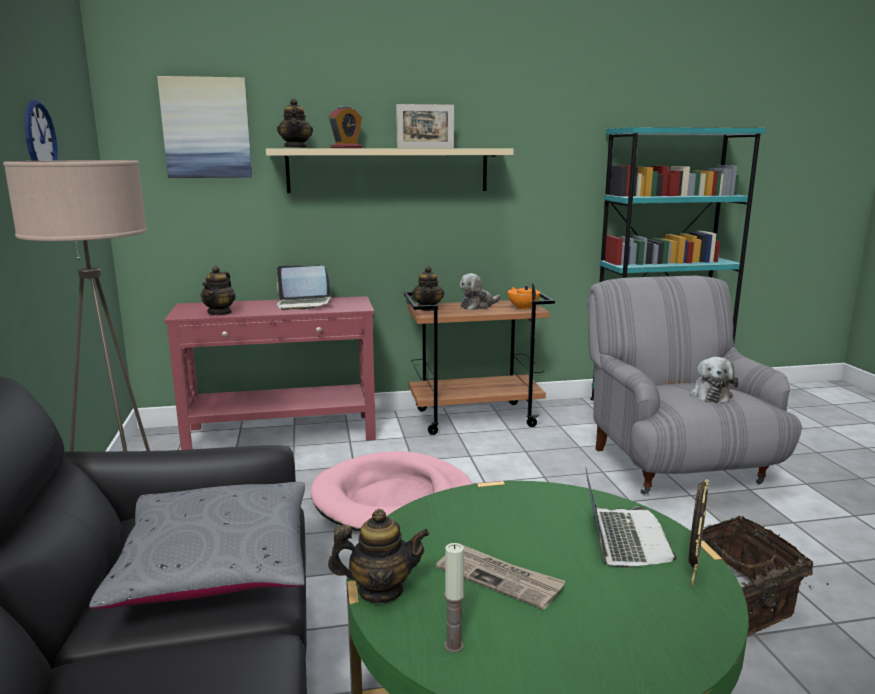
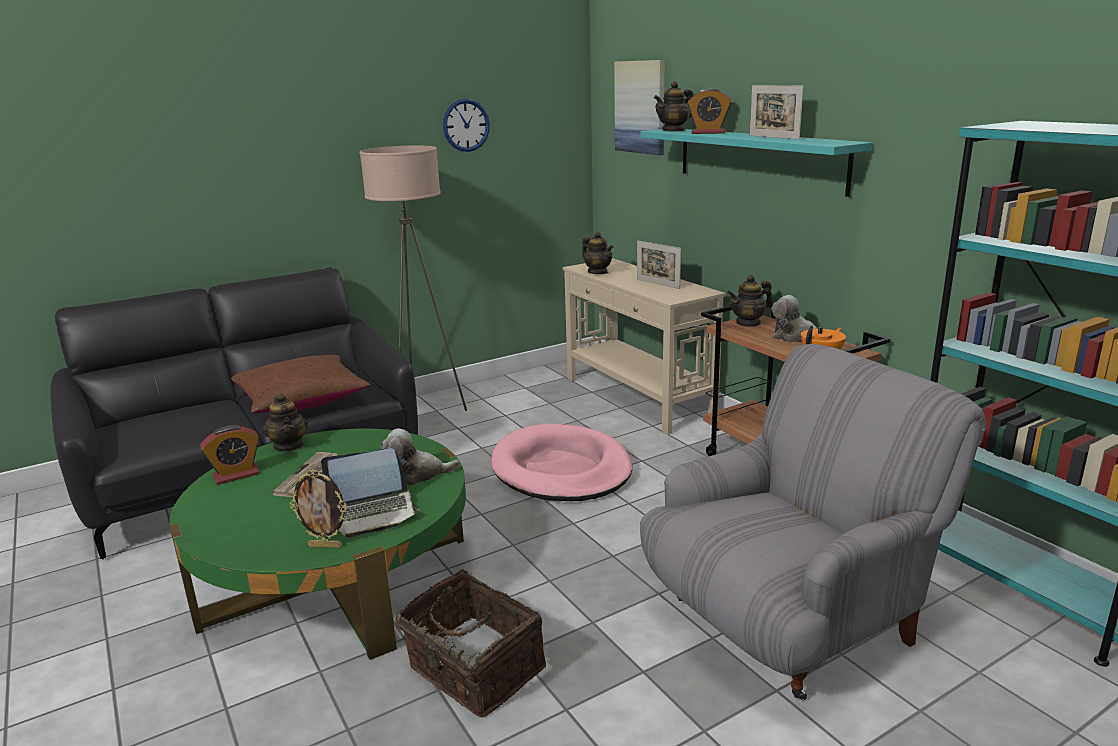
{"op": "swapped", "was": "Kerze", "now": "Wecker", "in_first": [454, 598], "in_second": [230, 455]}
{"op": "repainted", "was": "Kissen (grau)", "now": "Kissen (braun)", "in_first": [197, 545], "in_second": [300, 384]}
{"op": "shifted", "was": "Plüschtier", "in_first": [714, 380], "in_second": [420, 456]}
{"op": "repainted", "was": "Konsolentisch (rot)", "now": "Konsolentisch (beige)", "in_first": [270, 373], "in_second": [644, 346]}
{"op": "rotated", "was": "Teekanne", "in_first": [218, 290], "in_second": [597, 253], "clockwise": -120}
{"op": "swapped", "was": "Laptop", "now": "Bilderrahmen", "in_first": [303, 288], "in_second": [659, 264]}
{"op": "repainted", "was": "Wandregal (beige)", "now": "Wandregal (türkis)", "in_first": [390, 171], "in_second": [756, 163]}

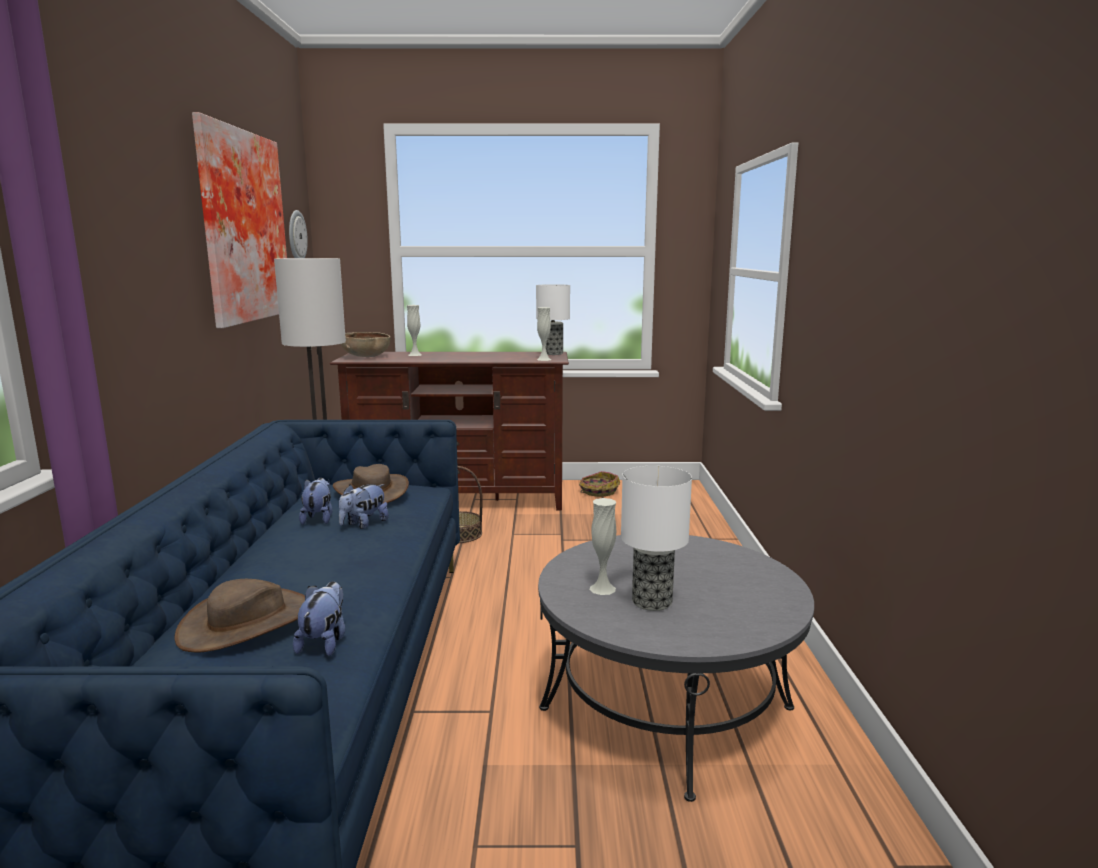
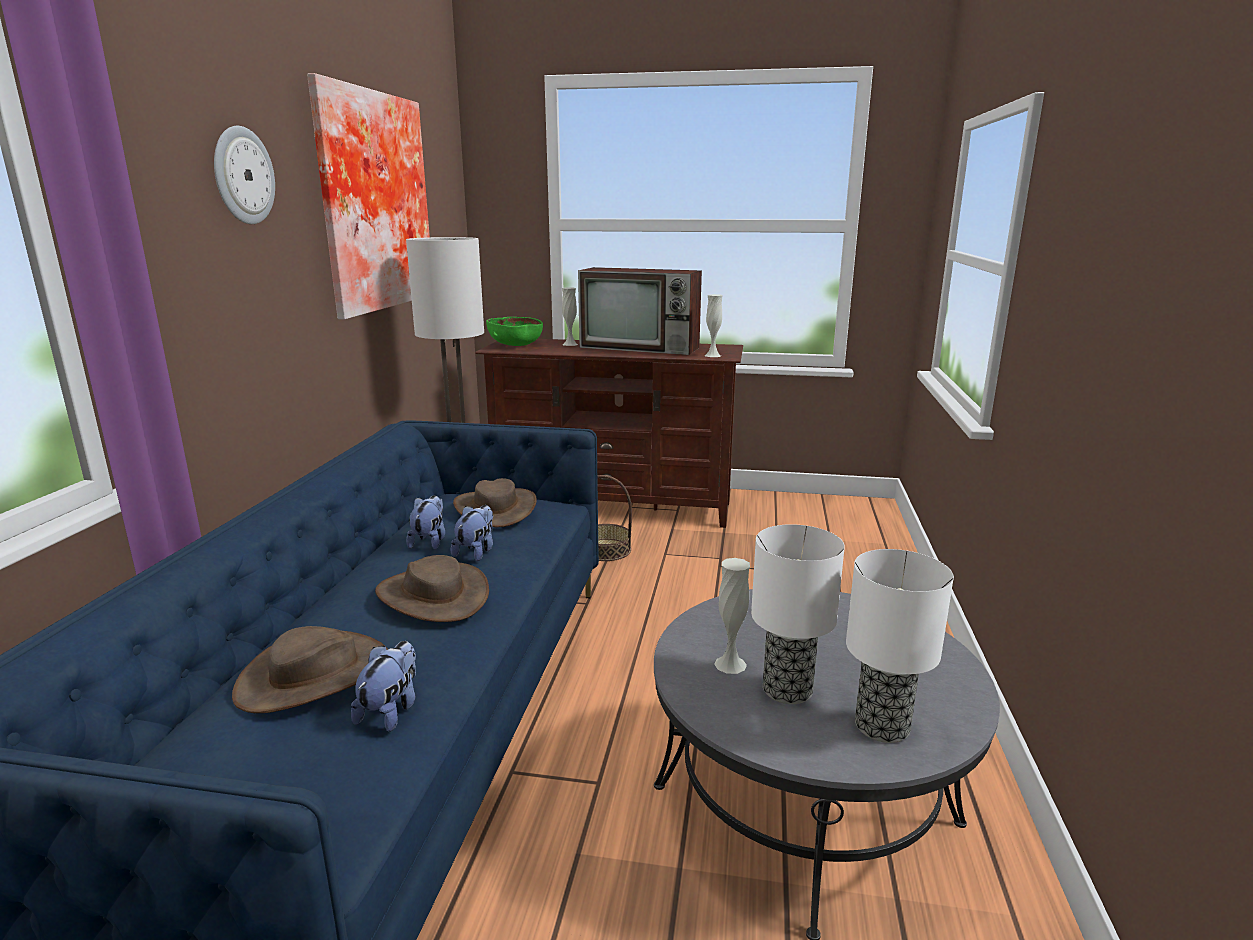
{"op": "shifted", "was": "Wanduhr", "in_first": [298, 234], "in_second": [244, 175]}
{"op": "new", "now": "Hut (braun)", "in_second": [432, 588]}
{"op": "rotated", "was": "Plüschtier", "in_first": [364, 506], "in_second": [472, 533], "clockwise": 150}
{"op": "repainted", "was": "Schüssel (braun)", "now": "Schüssel (grün)", "in_first": [365, 344], "in_second": [514, 331]}
{"op": "new", "now": "Fernseher", "in_second": [640, 311]}
{"op": "shifted", "was": "Tischlampe", "in_first": [553, 319], "in_second": [900, 646]}
{"op": "gone", "was": "Korb", "in_first": [599, 484]}

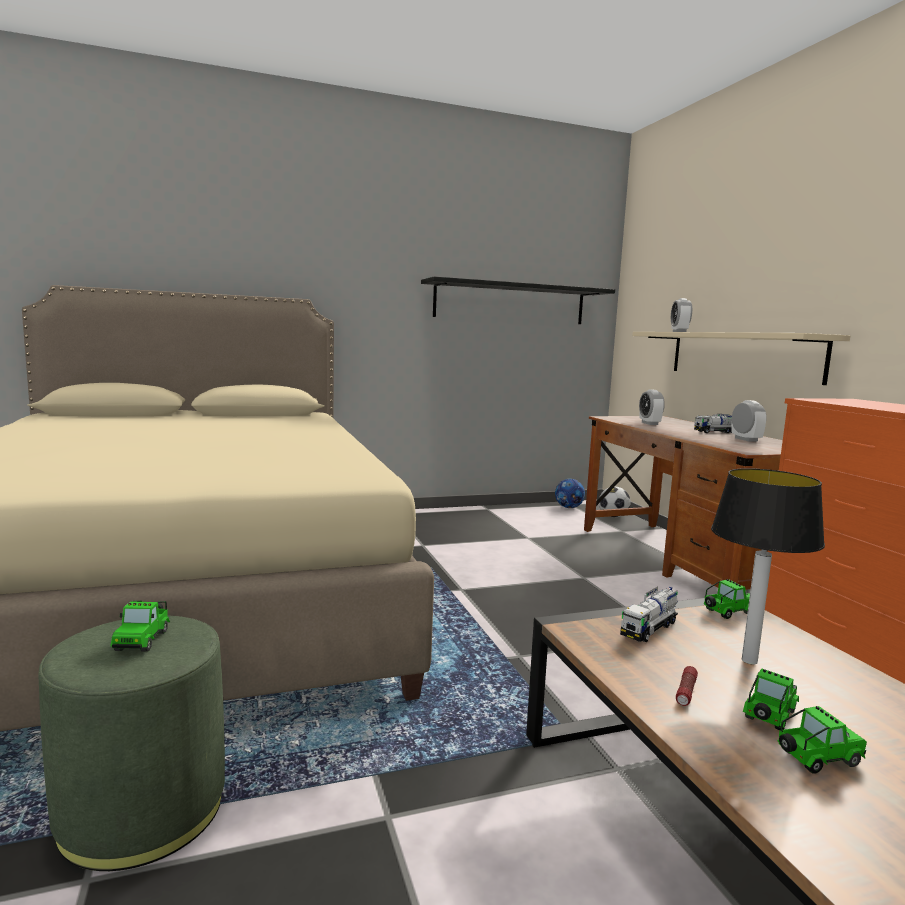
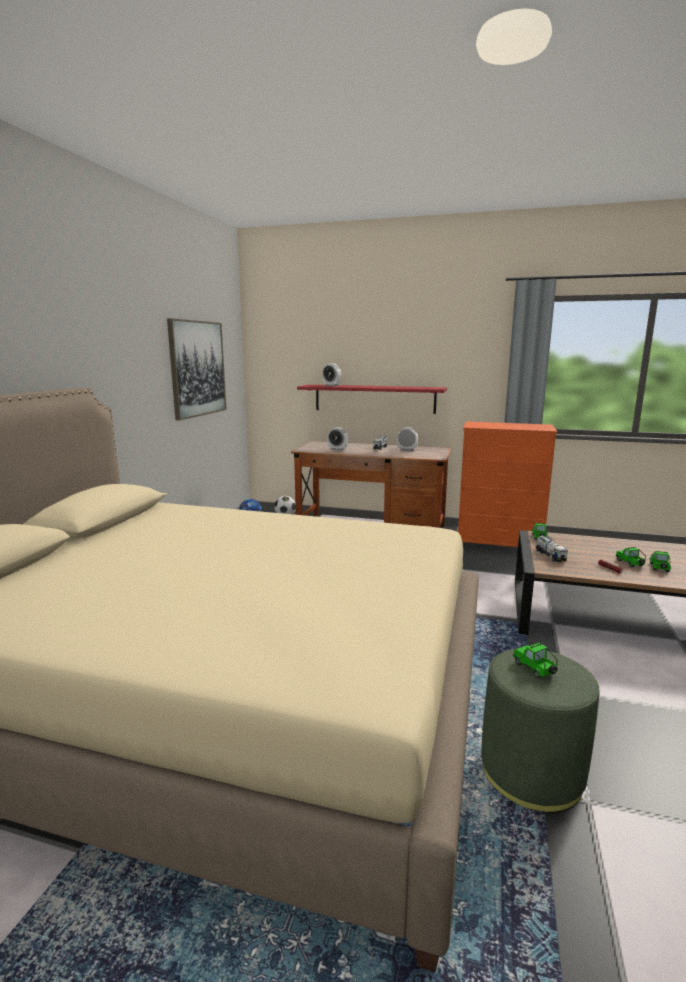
{"op": "swapped", "was": "Wandregal (schwarz)", "now": "Bild", "in_first": [518, 300], "in_second": [197, 370]}
{"op": "repainted", "was": "Wandregal (beige)", "now": "Wandregal (rot)", "in_first": [741, 358], "in_second": [372, 399]}
{"op": "rotated", "was": "Spielzeugauto", "in_first": [140, 626], "in_second": [535, 661], "clockwise": -150}
{"op": "gone", "was": "Tischlampe", "in_first": [768, 566]}

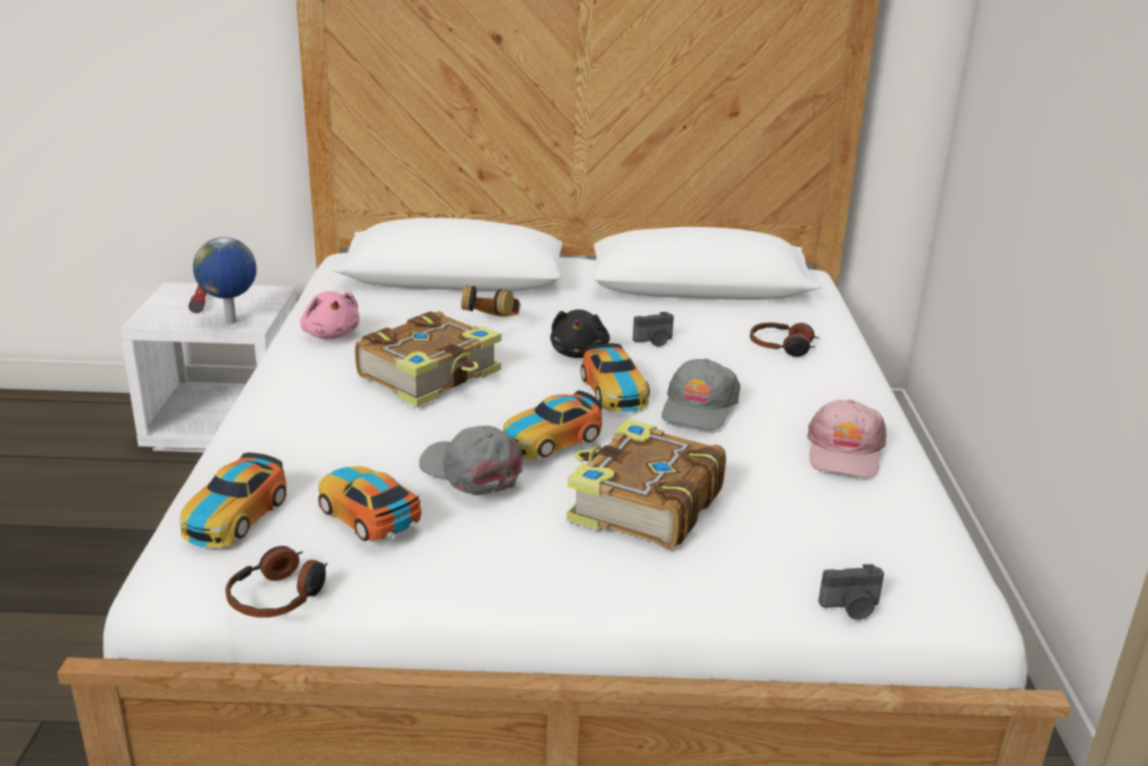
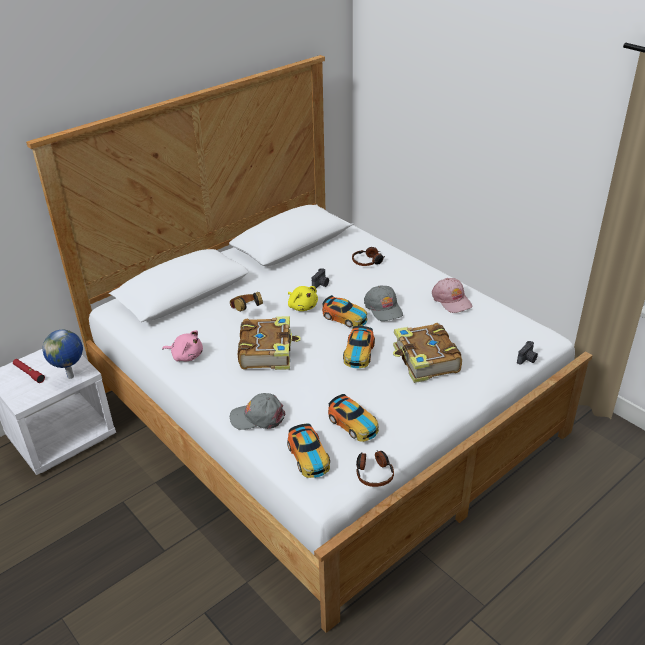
{"op": "shifted", "was": "Kappe (grau)", "in_first": [471, 461], "in_second": [257, 411]}
{"op": "repainted", "was": "Plüschtier (schwarz)", "now": "Plüschtier (gelb)", "in_first": [580, 334], "in_second": [303, 298]}
{"op": "rotated", "was": "Spielzeugauto", "in_first": [369, 503], "in_second": [353, 418], "clockwise": -135}

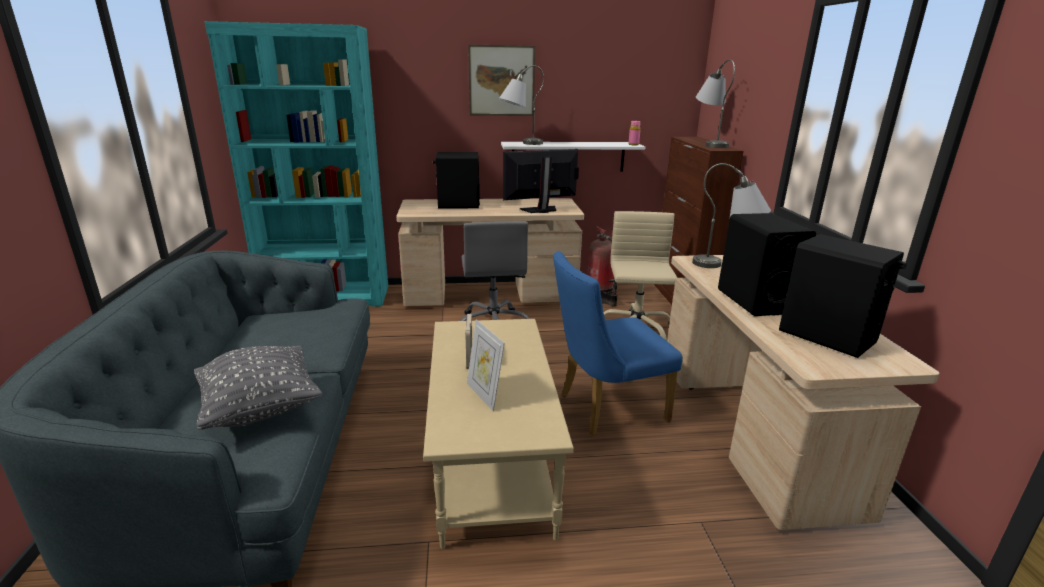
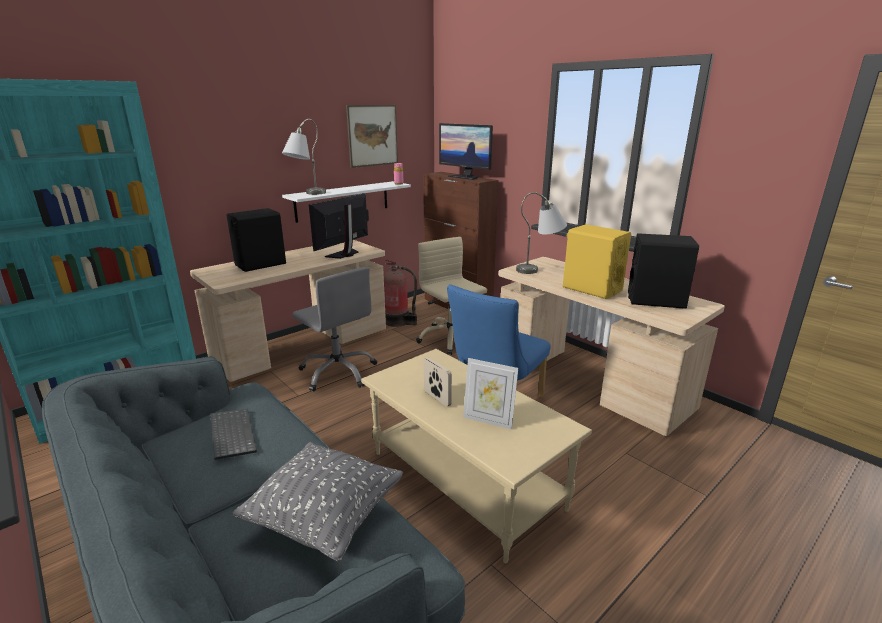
{"op": "new", "now": "Tastatur", "in_second": [233, 434]}
{"op": "shifted", "was": "Bild", "in_first": [501, 80], "in_second": [372, 136]}
{"op": "swapped", "was": "Tischlampe (grau)", "now": "Monitor", "in_first": [715, 103], "in_second": [466, 151]}
{"op": "repainted", "was": "Lautsprecher (schwarz)", "now": "Lautsprecher (gelb)", "in_first": [767, 264], "in_second": [597, 261]}

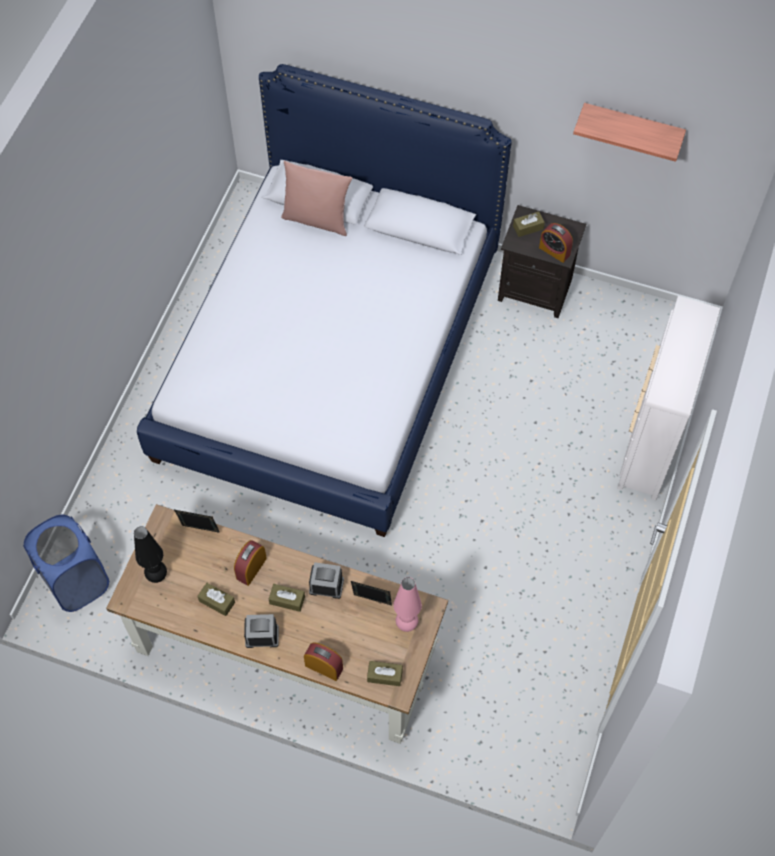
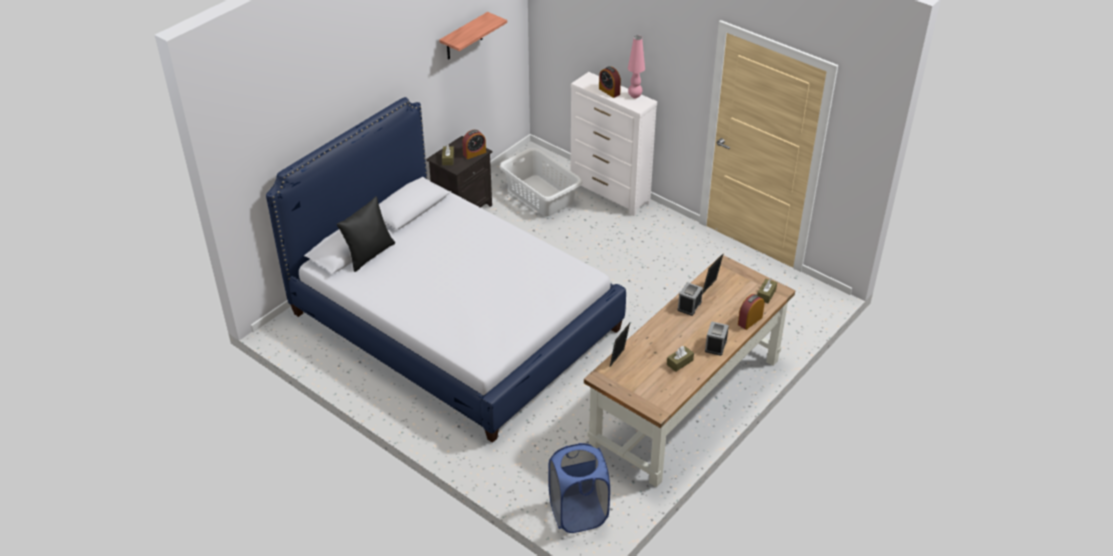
{"op": "repainted", "was": "Kissen (rosa)", "now": "Kissen (schwarz)", "in_first": [316, 198], "in_second": [366, 234]}
{"op": "new", "now": "Wäschekorb (weiß)", "in_second": [541, 182]}
{"op": "shifted", "was": "Wecker", "in_first": [250, 563], "in_second": [610, 82]}
{"op": "shifted", "was": "Tischlampe (rosa)", "in_first": [407, 604], "in_second": [636, 67]}
{"op": "gone", "was": "Tischlampe (schwarz)", "in_first": [150, 554]}
{"op": "gone", "was": "Taschentuchbox (braun)", "in_first": [287, 598]}

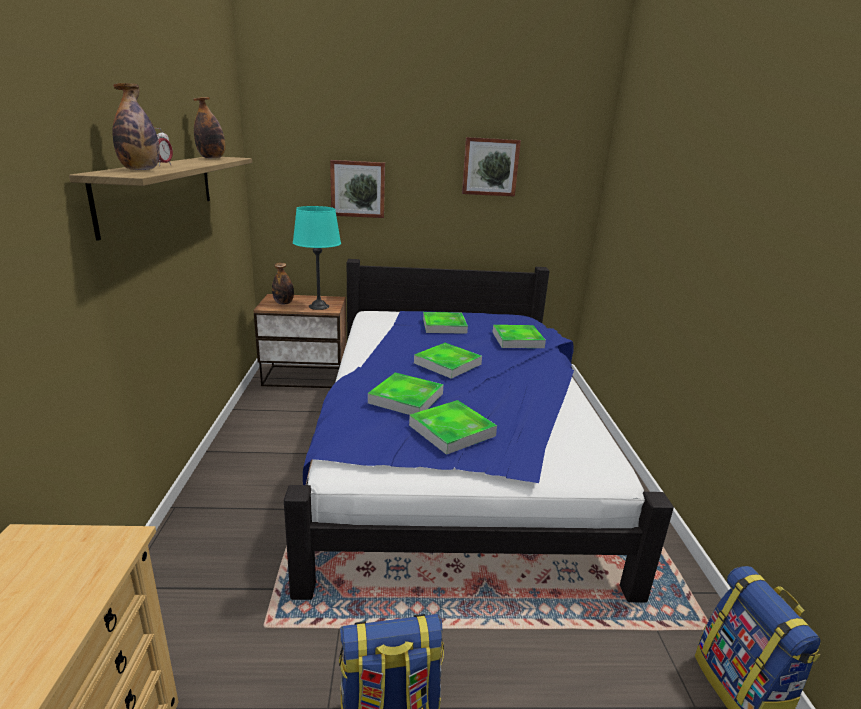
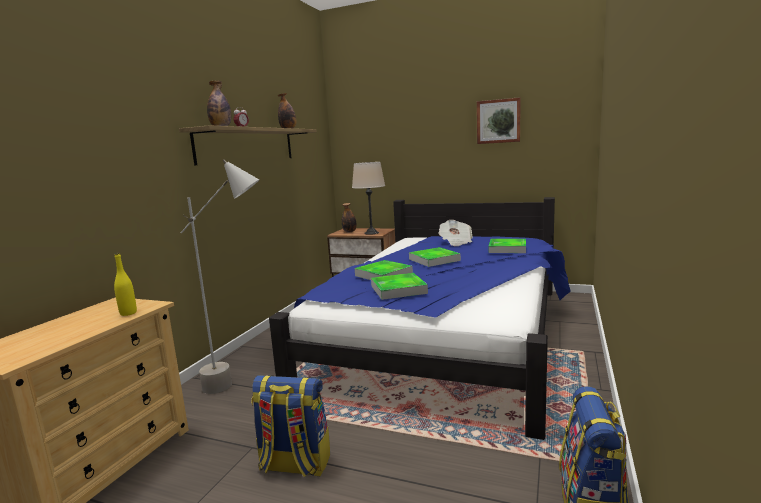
{"op": "new", "now": "Flasche (gelb)", "in_second": [125, 284]}
{"op": "new", "now": "Stehlampe (grau)", "in_second": [220, 276]}
{"op": "repainted", "was": "Tischlampe (türkis)", "now": "Tischlampe (beige)", "in_first": [317, 258], "in_second": [368, 198]}
{"op": "swapped", "was": "Tablett", "now": "Zeitung", "in_first": [445, 323], "in_second": [455, 233]}
{"op": "gone", "was": "Bild", "in_first": [357, 189]}

